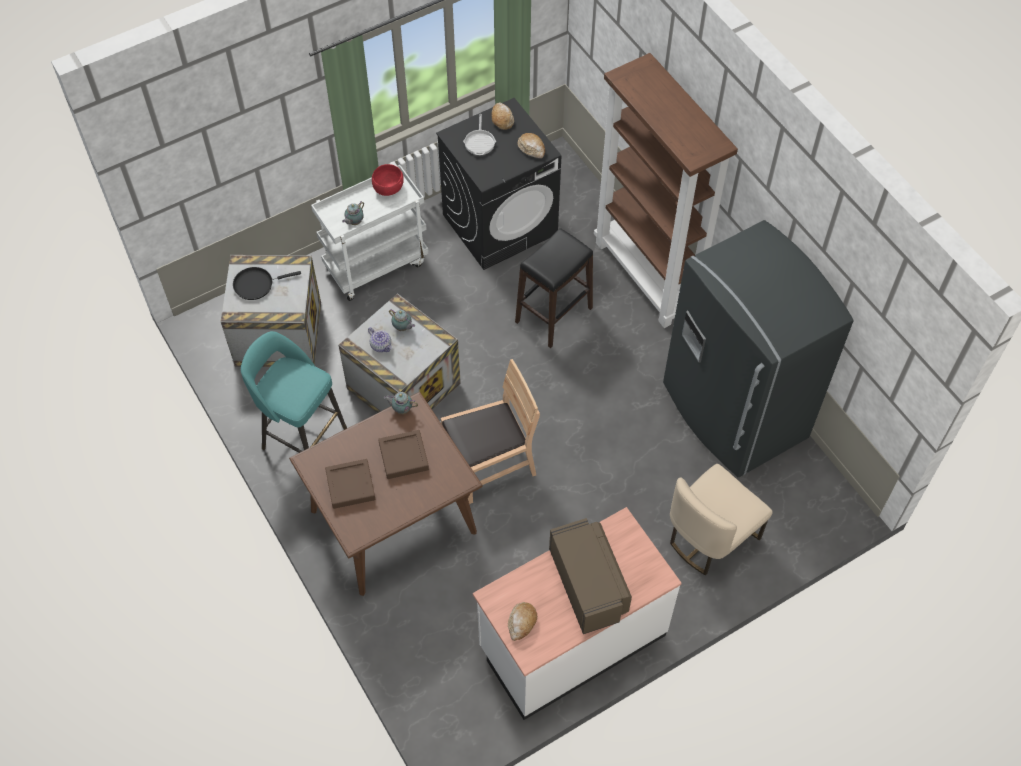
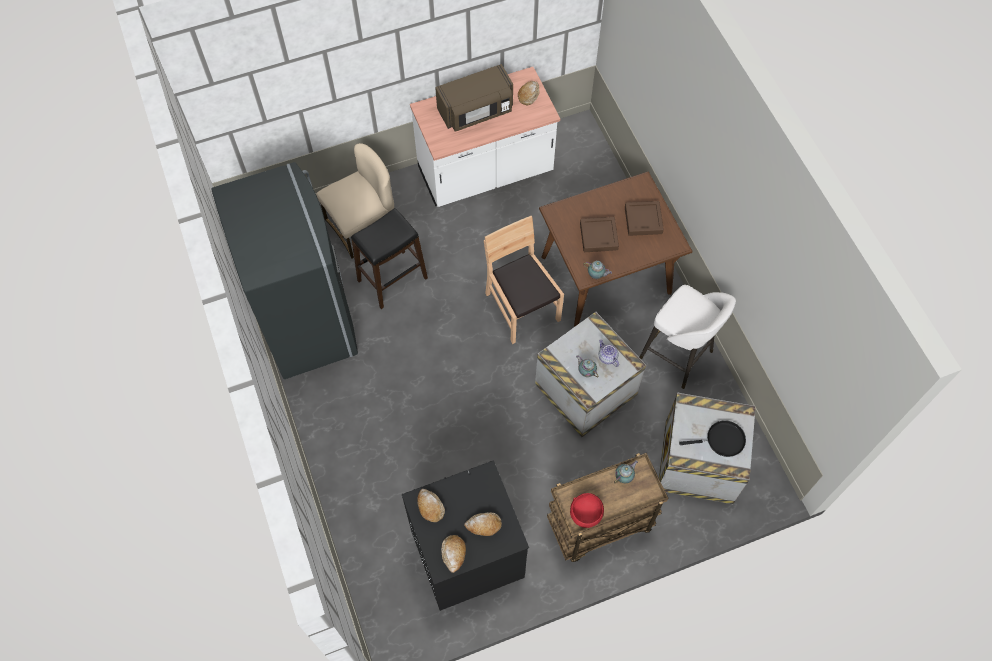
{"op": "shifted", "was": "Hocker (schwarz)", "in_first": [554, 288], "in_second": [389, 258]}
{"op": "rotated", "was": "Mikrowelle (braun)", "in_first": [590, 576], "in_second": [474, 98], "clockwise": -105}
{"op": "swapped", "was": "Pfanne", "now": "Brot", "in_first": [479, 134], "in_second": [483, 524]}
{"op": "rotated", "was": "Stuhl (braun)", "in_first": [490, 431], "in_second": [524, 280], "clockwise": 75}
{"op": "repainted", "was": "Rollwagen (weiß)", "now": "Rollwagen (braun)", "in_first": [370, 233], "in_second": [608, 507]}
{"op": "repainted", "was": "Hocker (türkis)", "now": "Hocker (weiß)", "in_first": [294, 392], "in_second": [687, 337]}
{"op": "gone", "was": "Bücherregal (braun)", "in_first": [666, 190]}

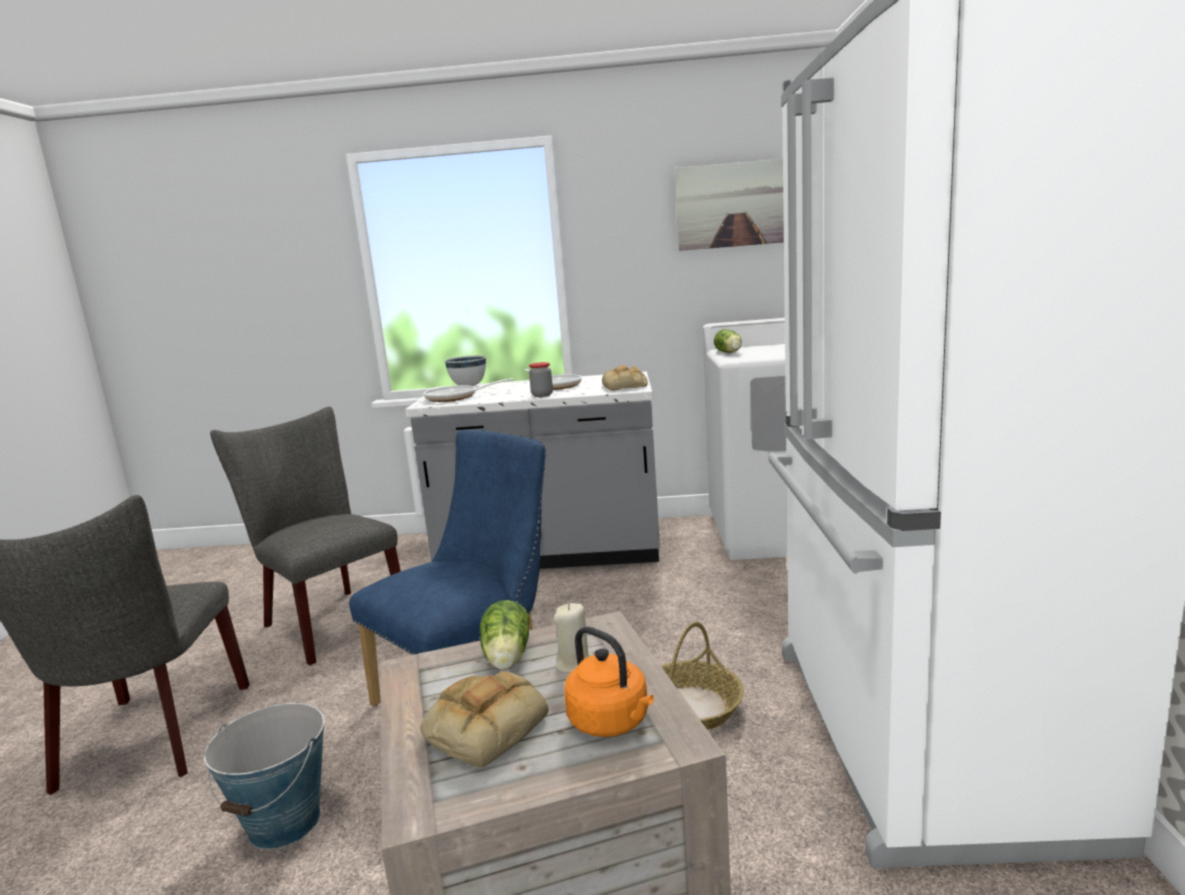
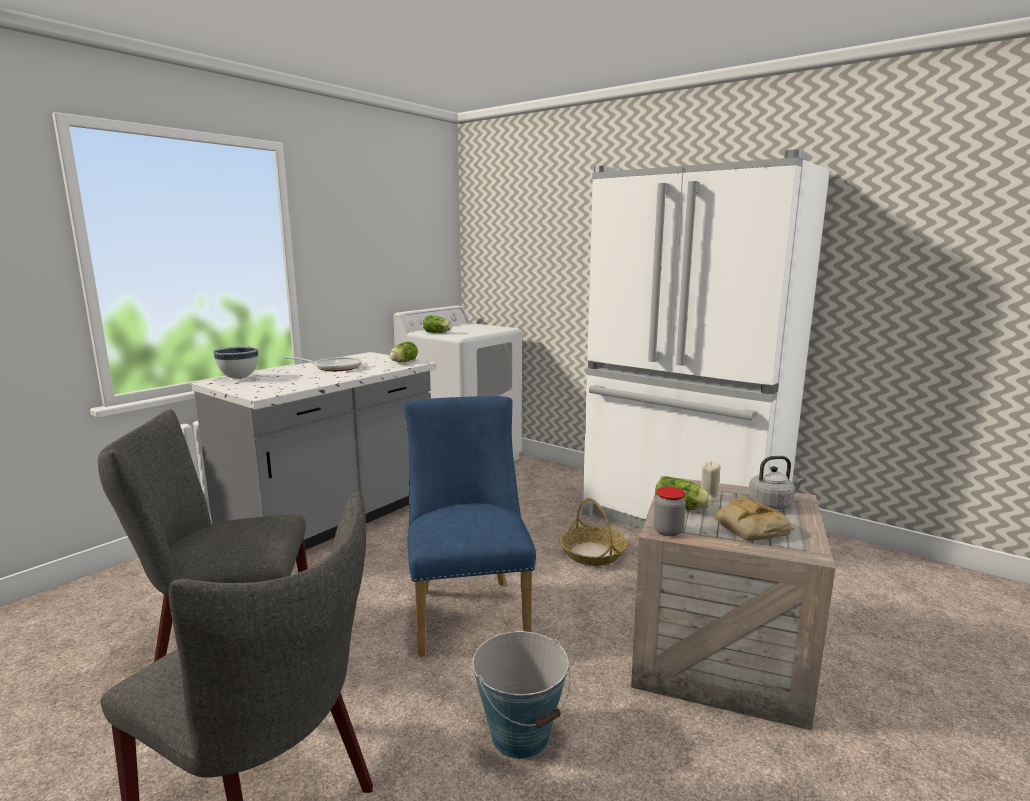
{"op": "swapped", "was": "Brot", "now": "Salatkopf", "in_first": [625, 378], "in_second": [403, 352]}
{"op": "shifted", "was": "Vorratsglas", "in_first": [541, 379], "in_second": [670, 511]}
{"op": "repainted", "was": "Wasserkessel (orange)", "now": "Wasserkessel (grau)", "in_first": [609, 682], "in_second": [777, 482]}
{"op": "gone", "was": "Pfanne", "in_first": [468, 390]}
{"op": "gone", "was": "Bild", "in_first": [729, 205]}

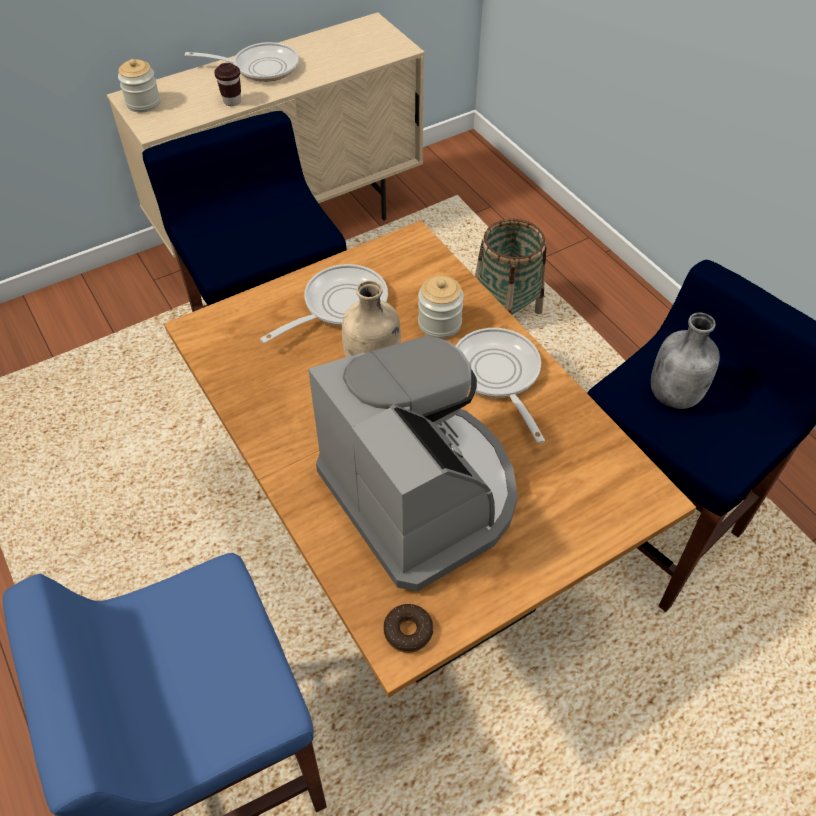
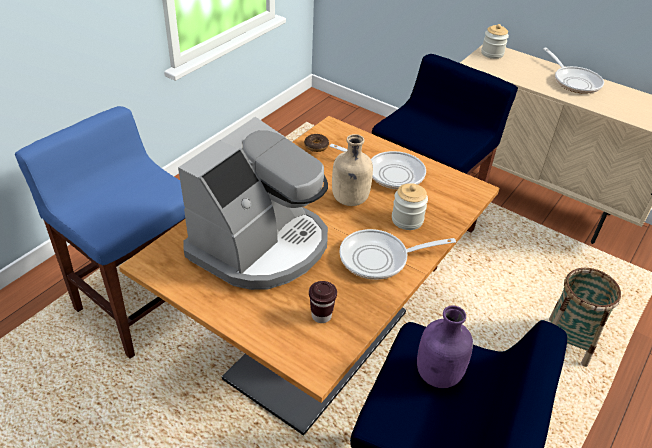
{"op": "shifted", "was": "Donut", "in_first": [408, 628], "in_second": [316, 143]}
{"op": "shifted", "was": "Tasse (braun)", "in_first": [227, 84], "in_second": [323, 302]}
{"op": "rotated", "was": "Pfanne", "in_first": [500, 385], "in_second": [397, 254], "clockwise": -150}
{"op": "repainted", "was": "Flasche (grau)", "now": "Flasche (lila)", "in_first": [685, 361], "in_second": [445, 346]}

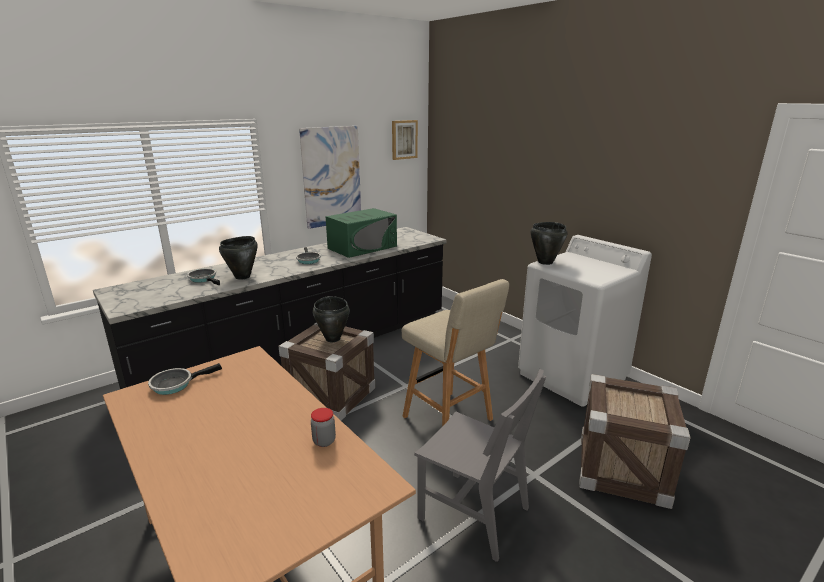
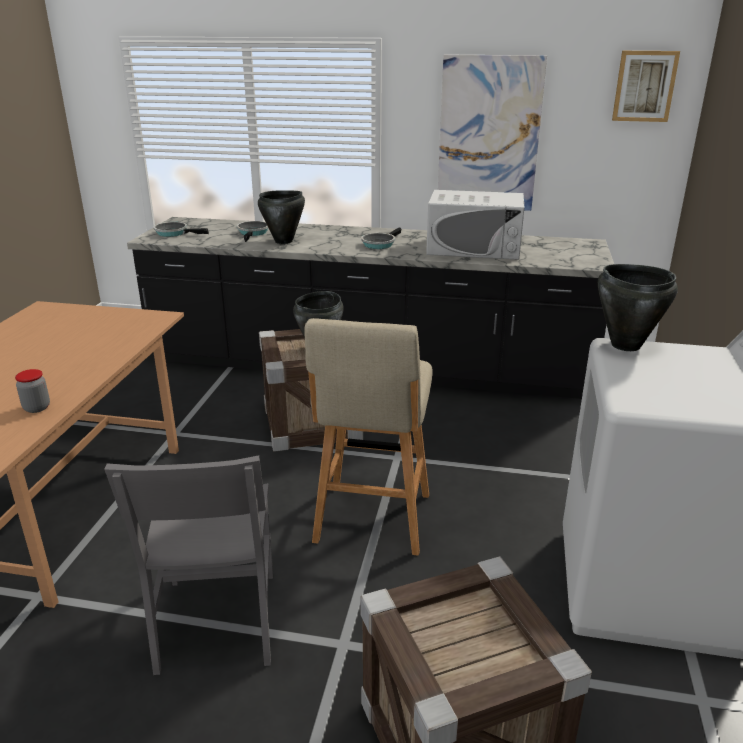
{"op": "shifted", "was": "Pfanne", "in_first": [185, 379], "in_second": [181, 229]}
{"op": "repainted", "was": "Mikrowelle (grün)", "now": "Mikrowelle (weiß)", "in_first": [361, 233], "in_second": [475, 225]}

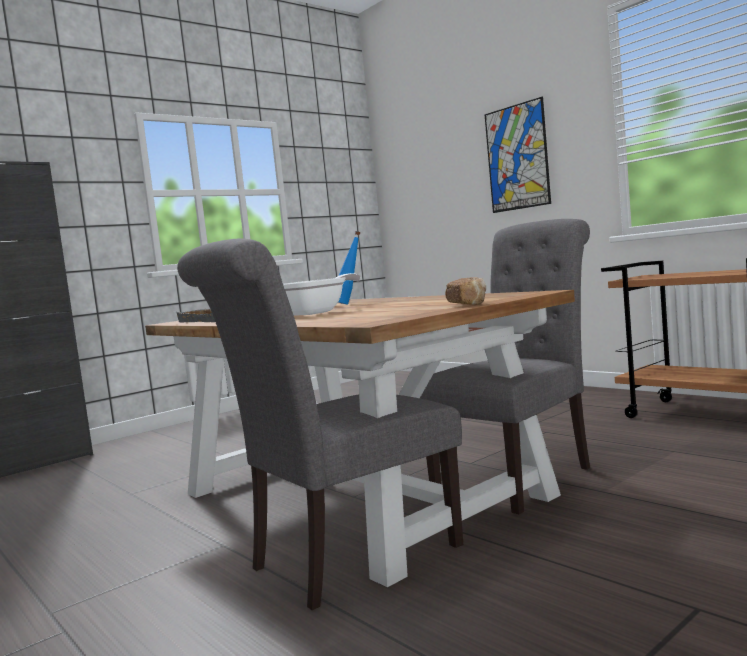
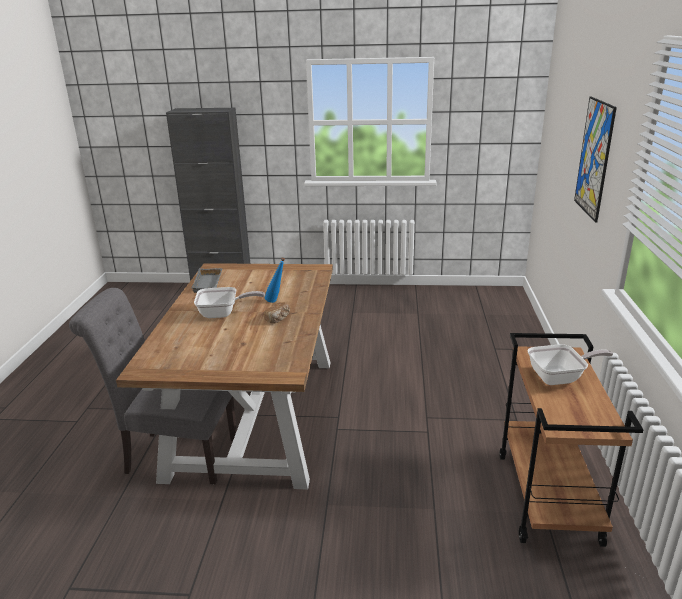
{"op": "shifted", "was": "Brot", "in_first": [466, 291], "in_second": [277, 313]}
{"op": "new", "now": "Pfanne", "in_second": [570, 364]}
{"op": "gone", "was": "Stuhl (grau)", "in_first": [505, 366]}

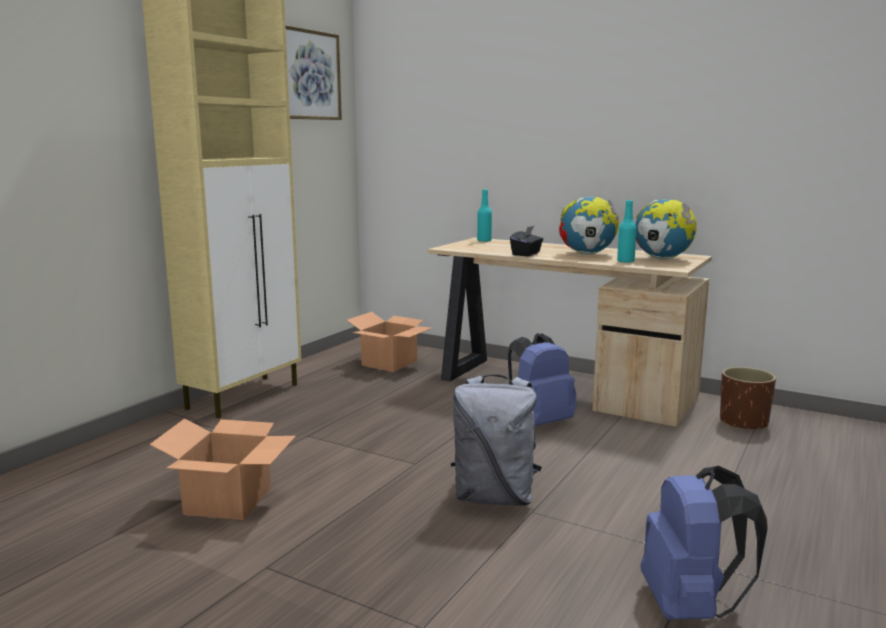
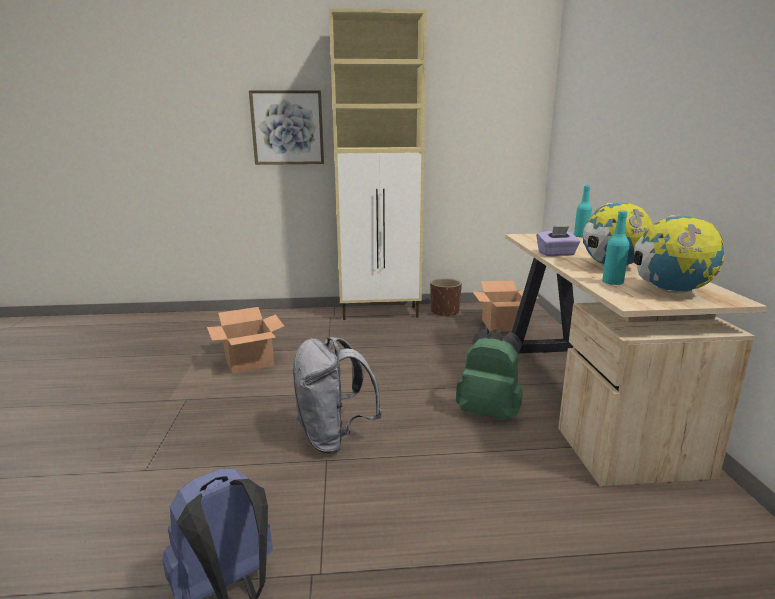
{"op": "shifted", "was": "Bild", "in_first": [313, 72], "in_second": [286, 127]}
{"op": "shifted", "was": "Pflanzkübel (braun)", "in_first": [748, 398], "in_second": [446, 297]}
{"op": "repainted", "was": "Rucksack (blau)", "now": "Rucksack (grün)", "in_first": [542, 379], "in_second": [489, 374]}
{"op": "repainted", "was": "Taschentuchbox (schwarz)", "now": "Taschentuchbox (lila)", "in_first": [526, 241], "in_second": [558, 241]}

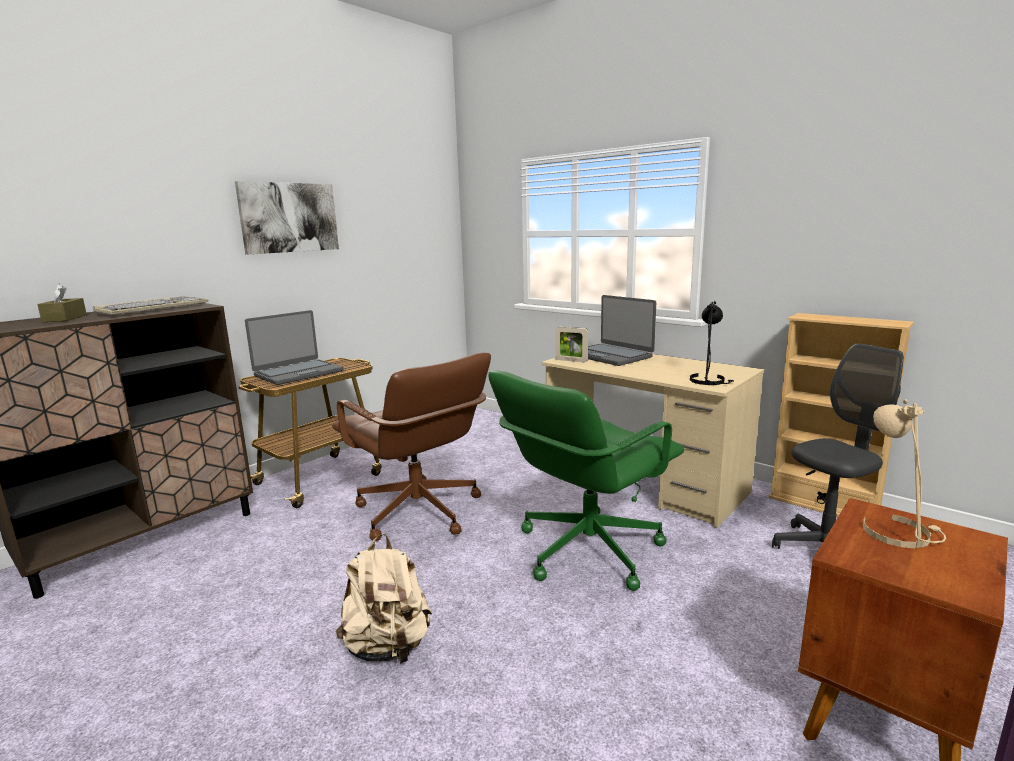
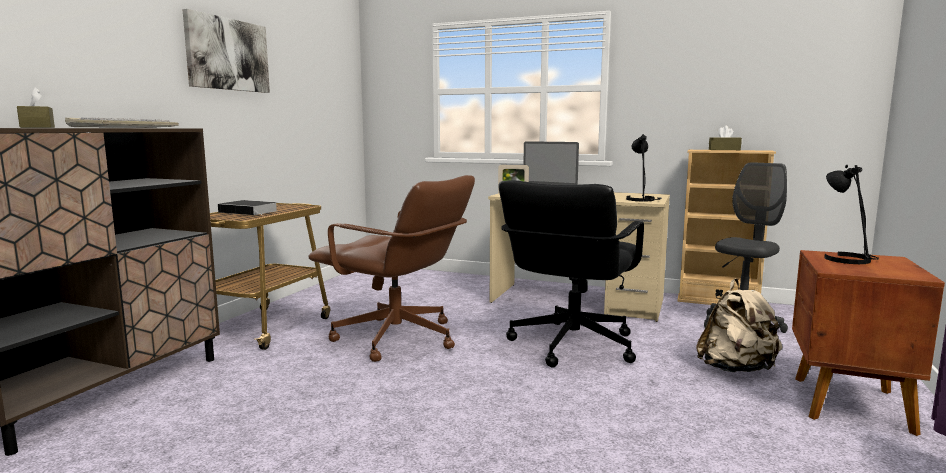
{"op": "swapped", "was": "Laptop", "now": "Buch", "in_first": [294, 347], "in_second": [248, 207]}
{"op": "repainted", "was": "Bürostuhl (grün)", "now": "Bürostuhl (schwarz)", "in_first": [586, 480], "in_second": [571, 273]}
{"op": "shifted", "was": "Rucksack (beige)", "in_first": [384, 599], "in_second": [739, 325]}
{"op": "new", "now": "Taschentuchbox (braun)", "in_second": [725, 138]}
{"op": "repainted", "was": "Tischlampe (beige)", "now": "Tischlampe (schwarz)", "in_first": [904, 473], "in_second": [851, 214]}

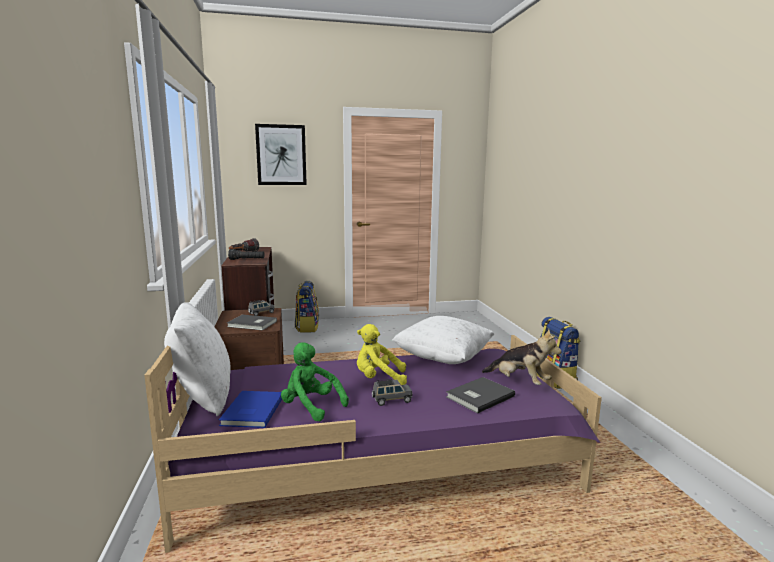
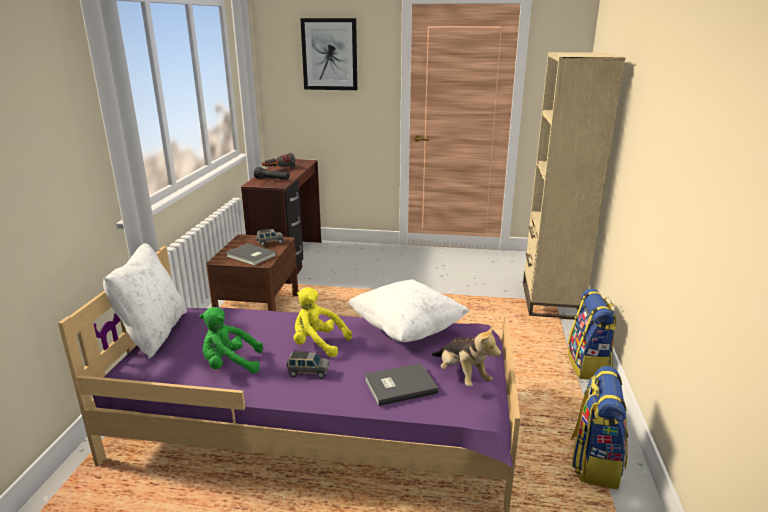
{"op": "rotated", "was": "Plüschtier (grün)", "in_first": [315, 381], "in_second": [231, 340], "clockwise": -60}
{"op": "new", "now": "Bücherregal (beige)", "in_second": [574, 186]}
{"op": "shifted", "was": "Rucksack", "in_first": [307, 307], "in_second": [599, 427]}
{"op": "gone", "was": "Buch (blau)", "in_first": [250, 409]}

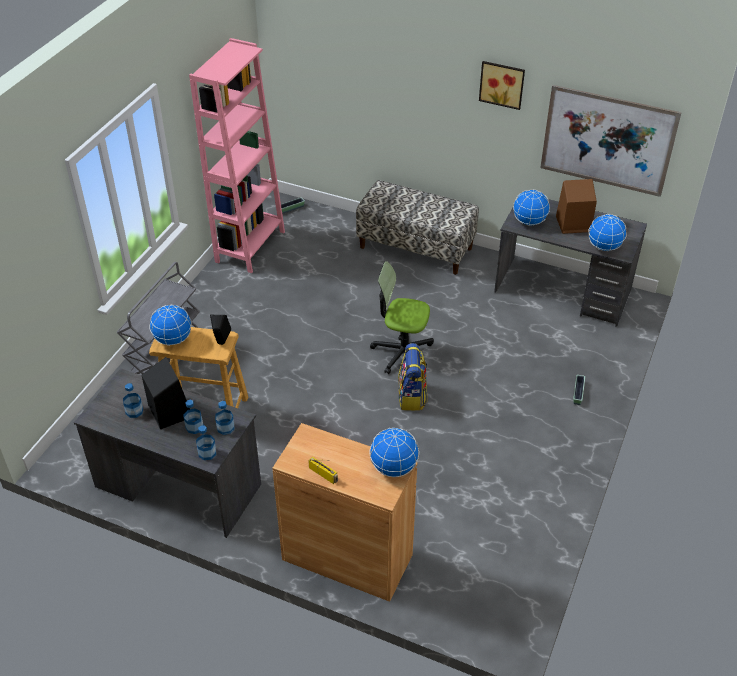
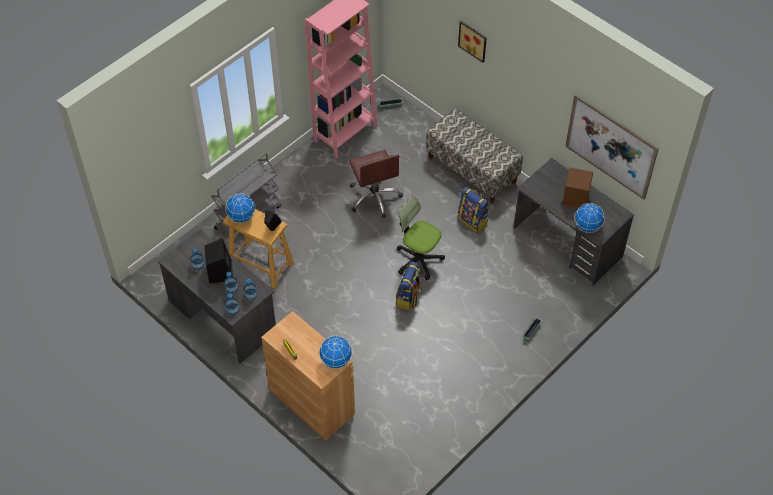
{"op": "new", "now": "Bürostuhl (braun)", "in_second": [376, 184]}
{"op": "shifted", "was": "Bild", "in_first": [502, 85], "in_second": [472, 42]}
{"op": "new", "now": "Rucksack", "in_second": [473, 210]}
{"op": "gone", "was": "Globus", "in_first": [531, 207]}

